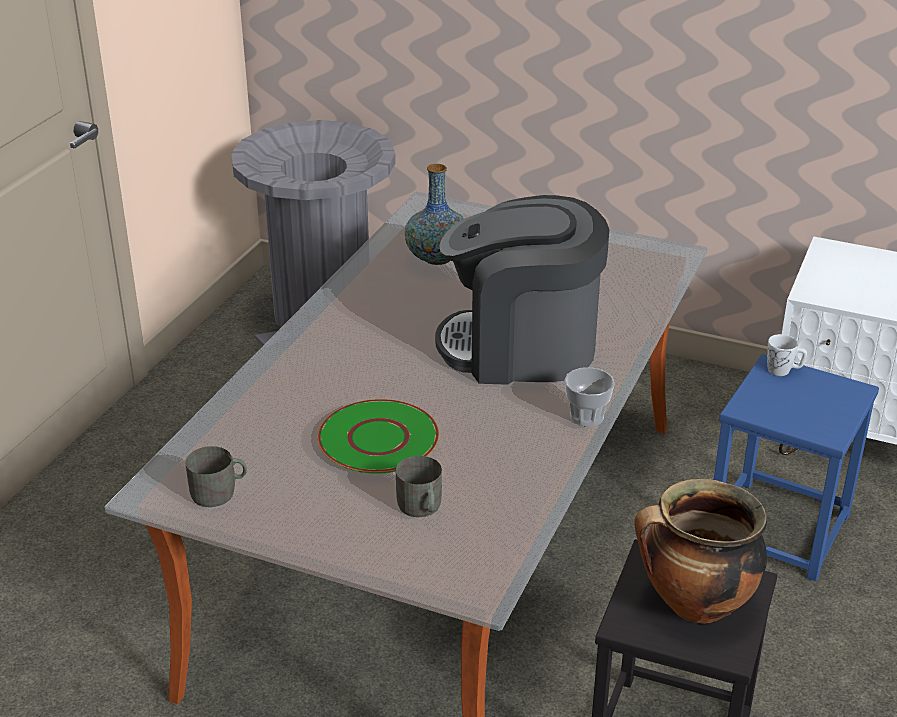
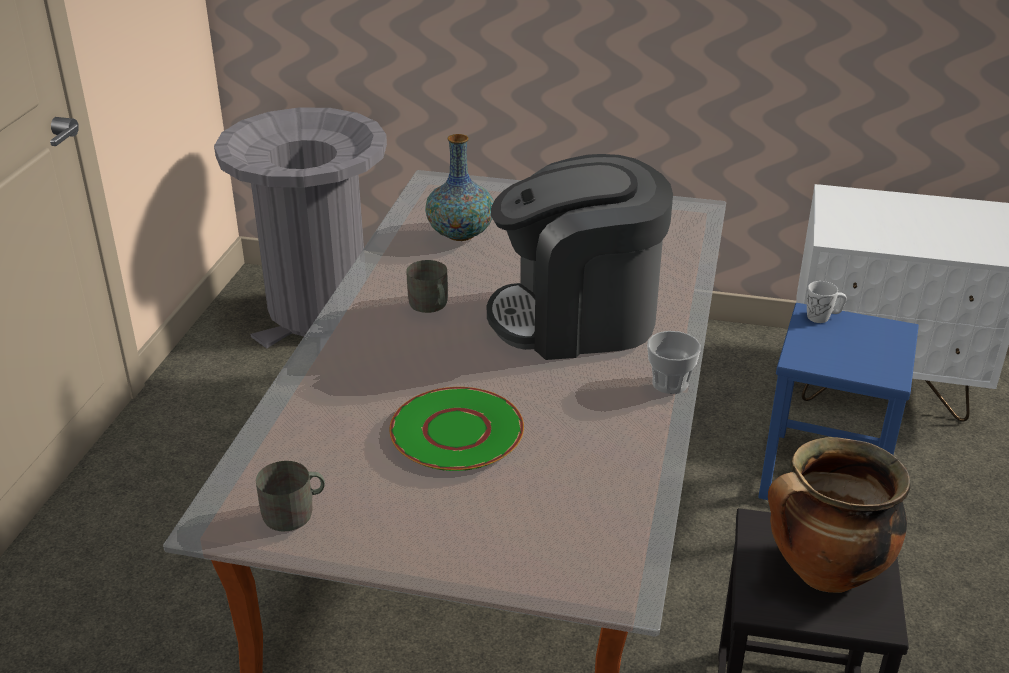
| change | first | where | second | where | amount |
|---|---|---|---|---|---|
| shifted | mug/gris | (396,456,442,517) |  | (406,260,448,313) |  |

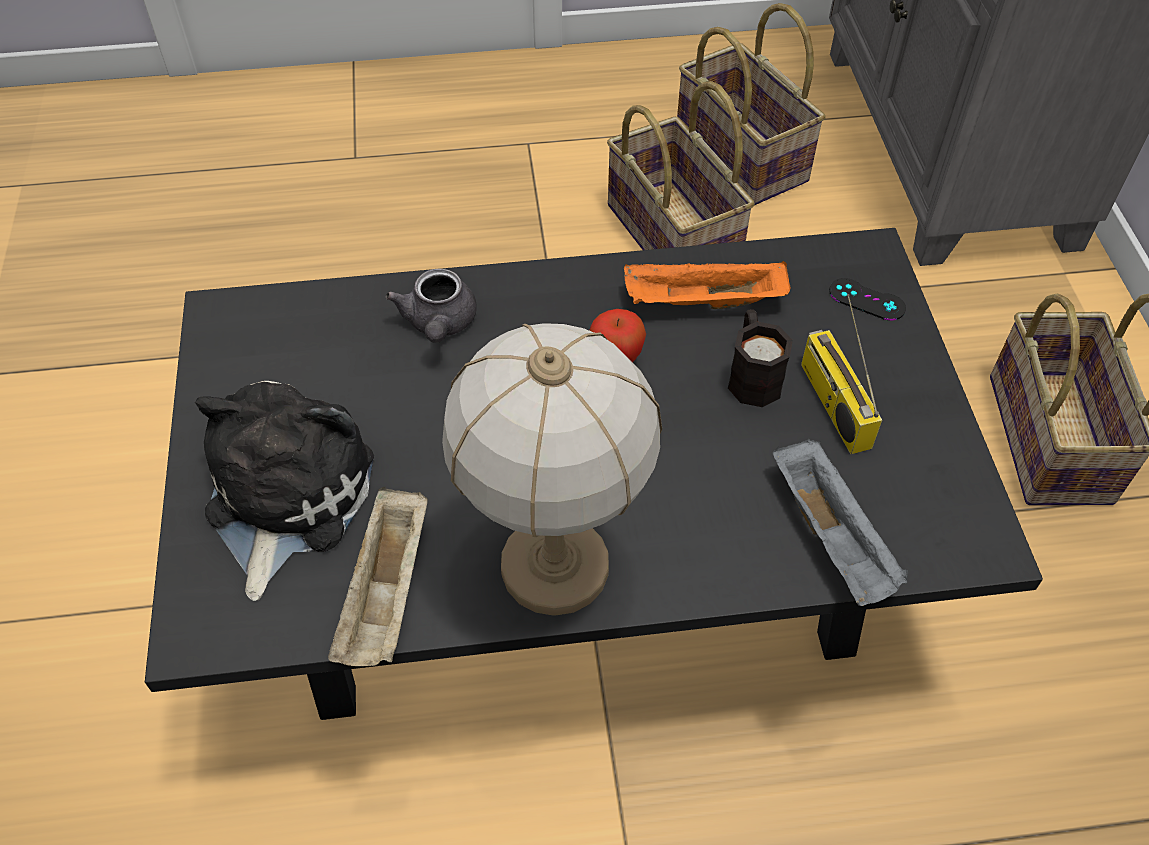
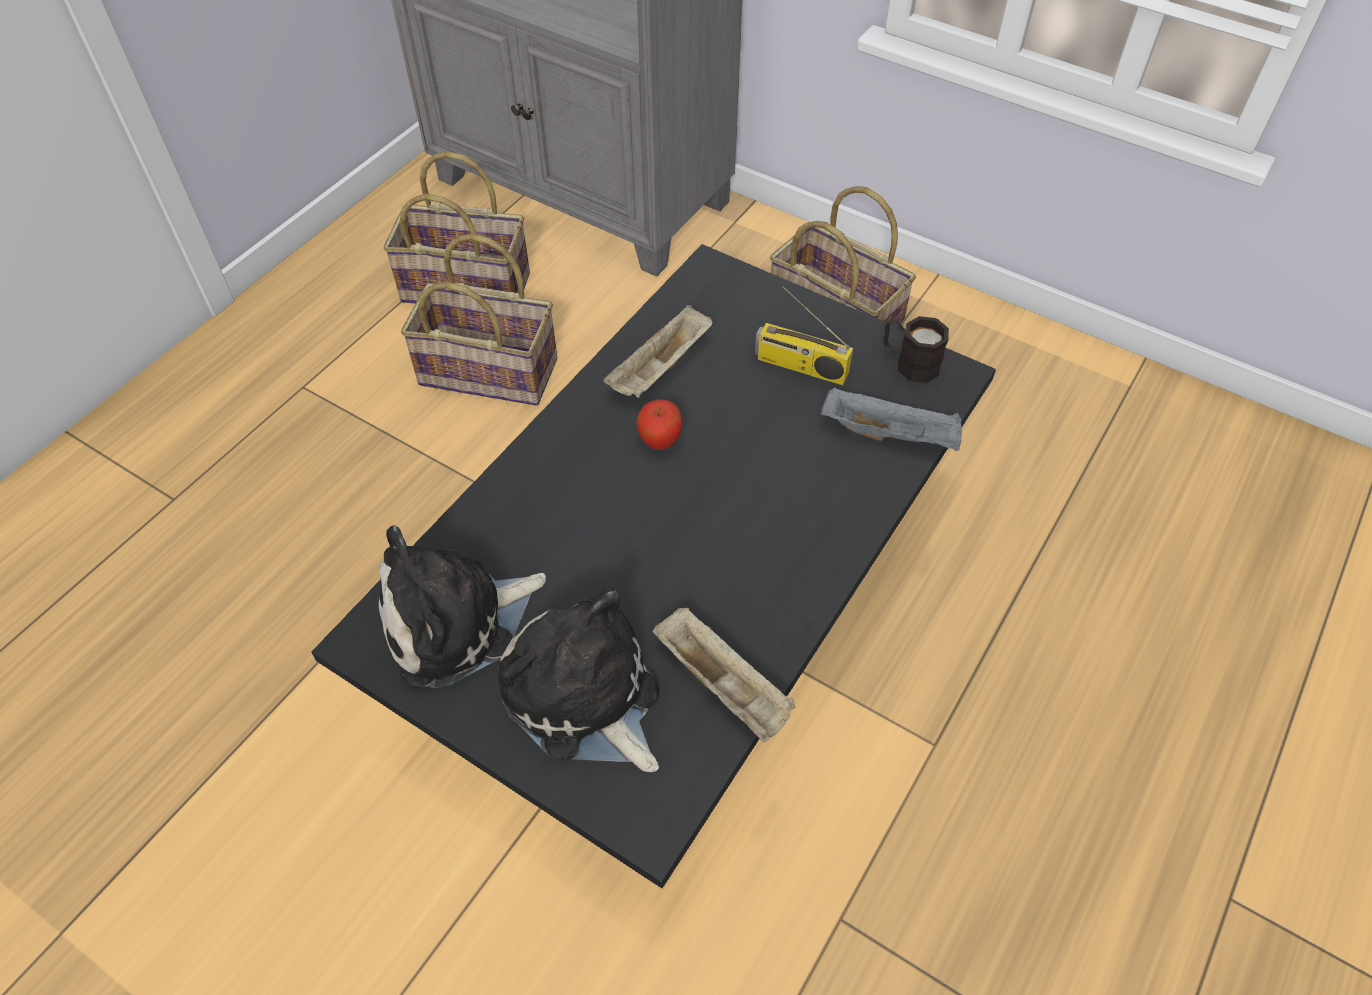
| change | first | where | second | where | amount |
|---|---|---|---|---|---|
| repainted | plateau/orange | (624,261,791,309) | plateau/beige | (603,305,713,398) |  |
| gone | théière/gris | (385,268,477,343) |  |  |  |
| gone | manette/noir | (829,278,906,321) |  |  |  |
| shifted | mug/noir | (728,309,793,407) |  | (884,316,949,383) |  |
| gone | lampe de table | (442,323,662,616) |  |  |  |
| new |  |  | peluche | (379,525,546,688) |  |

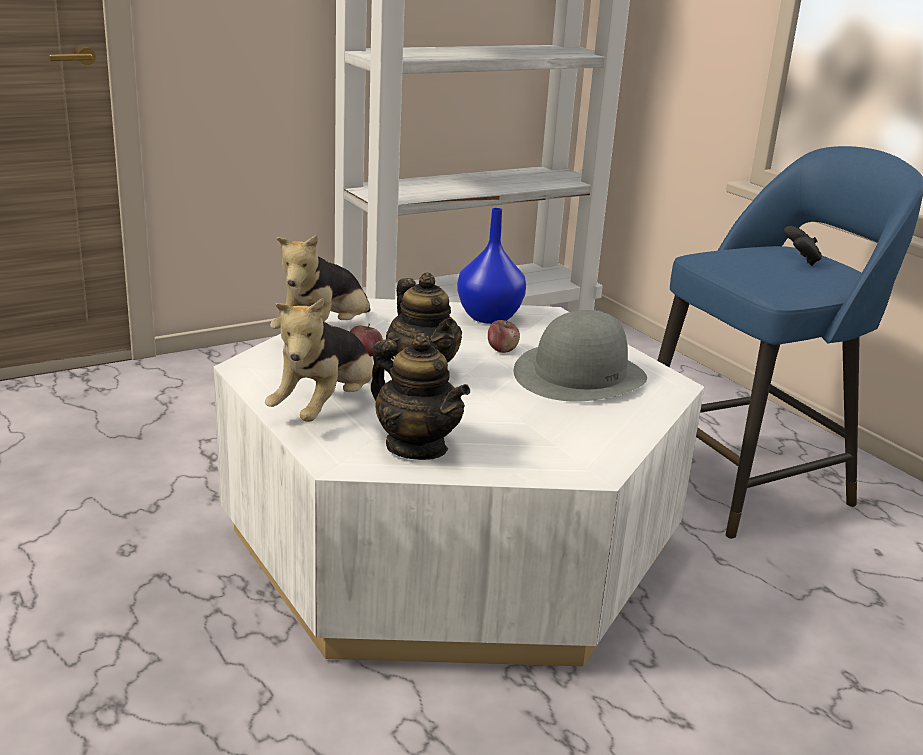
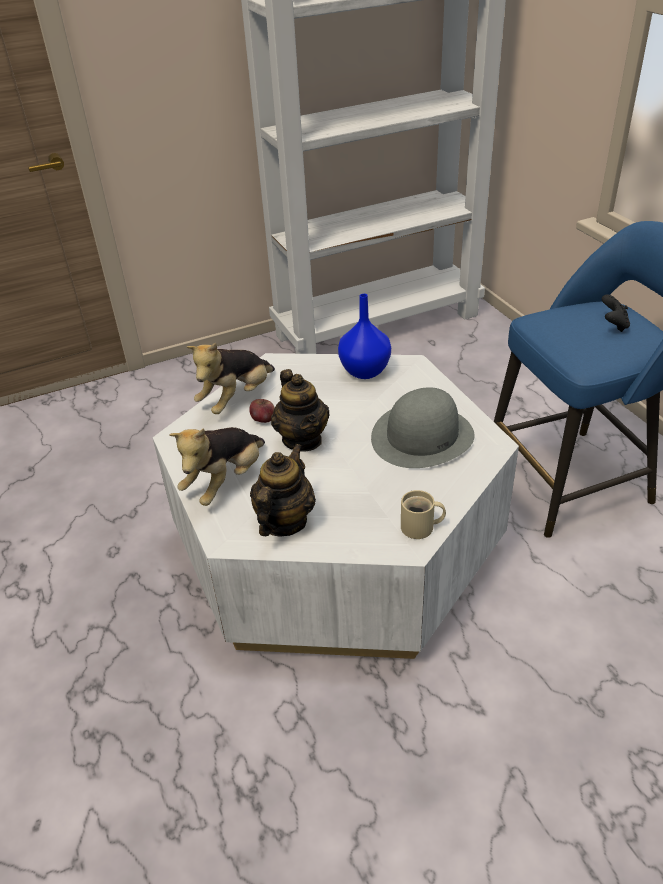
| change | first | where | second | where | amount |
|---|---|---|---|---|---|
| gone | pomme | (488,320,520,353) |  |  |  |
| rotated | théière | (371,333,470,460) |  | (250,444,316,536) | 120 degrees counterclockwise |
| new |  |  | mug/beige | (401,490,446,539) |  |

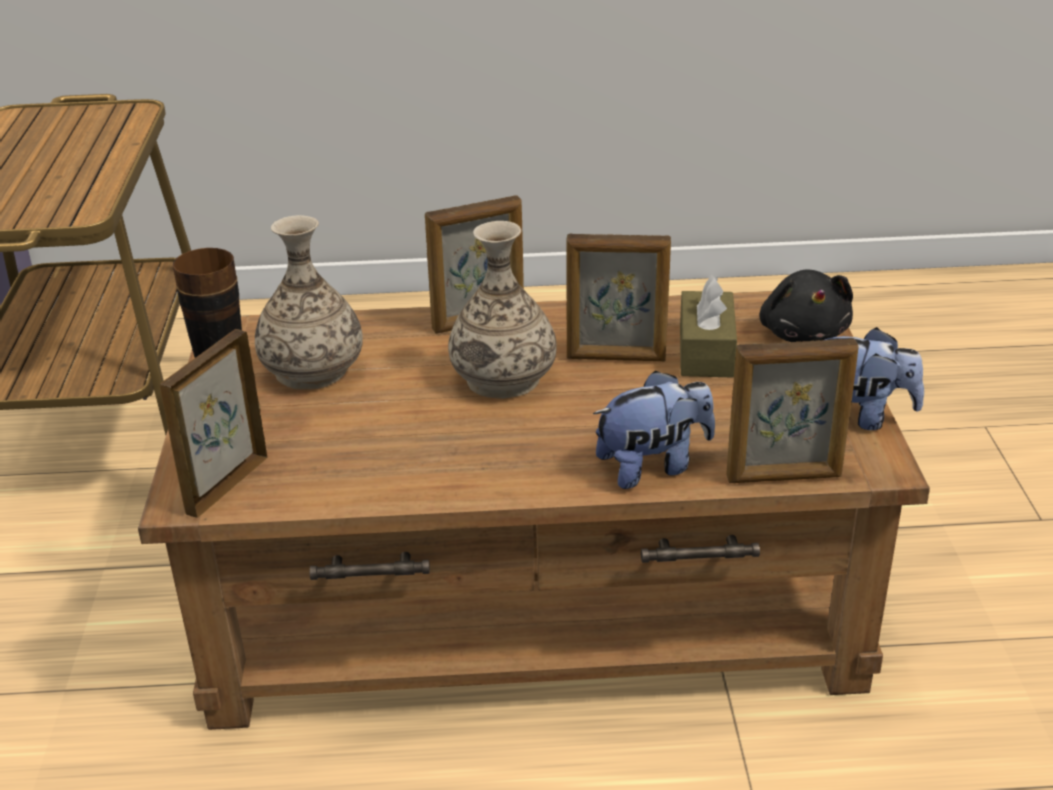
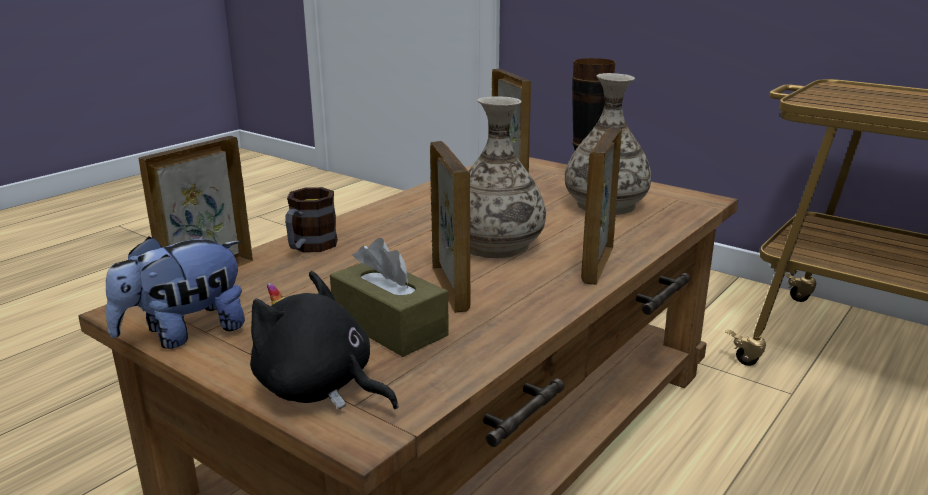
| change | first | where | second | where | amount |
|---|---|---|---|---|---|
| rotated | cadre photo | (566,234,671,361) |  | (430,141,471,313) | 120 degrees clockwise |
| swapped | peluche | (593,370,715,489) | mug | (285,187,338,252) |  |

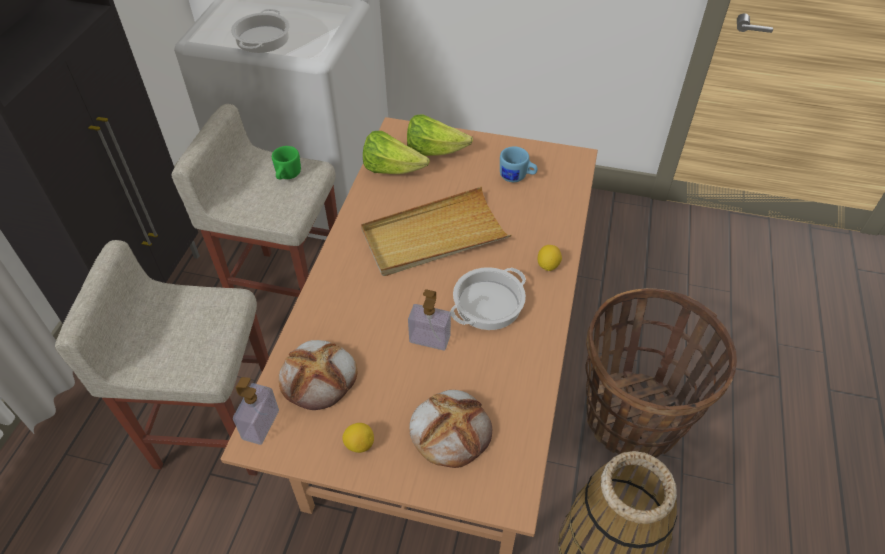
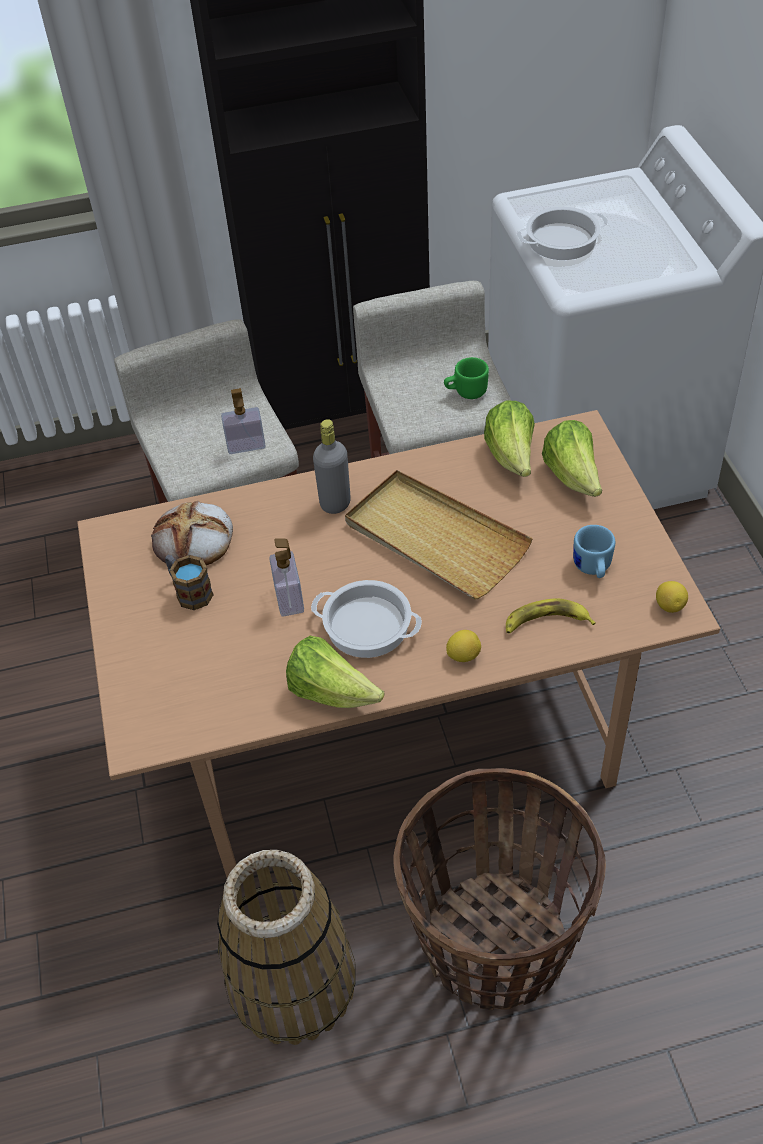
| change | first | where | second | where | amount |
|---|---|---|---|---|---|
| shifted | distributeur de savon | (233,377,279,445) |  | (221,388,266,454) |  |
| gone | pain | (409,390,492,468) |  |  |  |
| shifted | citron | (342,423,374,453) |  | (656,581,688,613) |  |
| new |  |  | bouteille/gris | (313,419,351,514) |  |
| new |  |  | mug | (165,555,214,610) |  |
| new |  |  | banane | (506,599,596,634) |  |
| new |  |  | laitue | (286,636,384,708) |  |

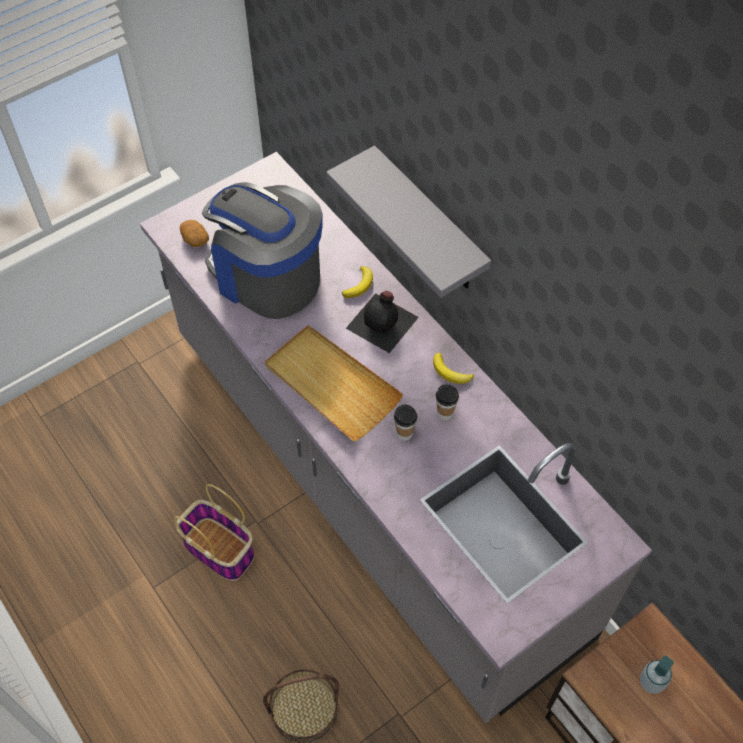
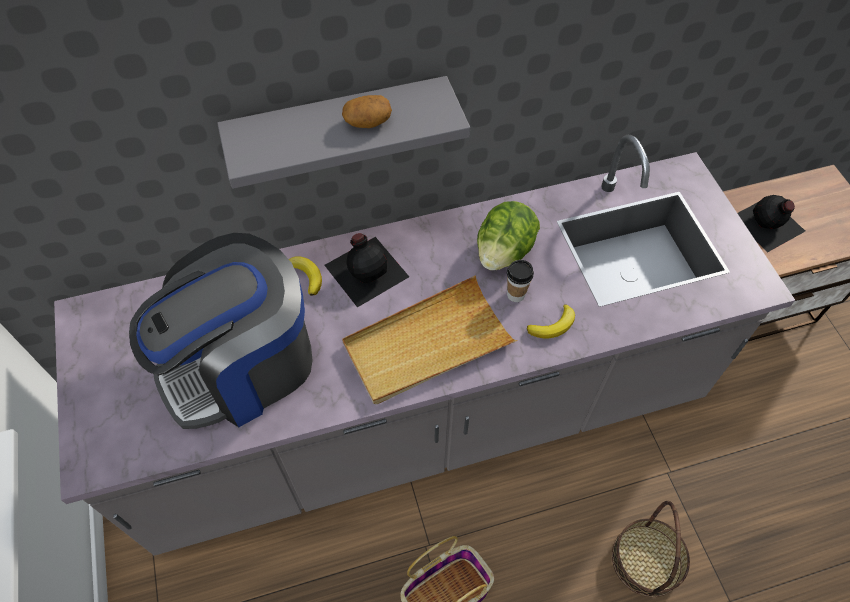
| change | first | where | second | where | amount |
|---|---|---|---|---|---|
| shifted | pomme de terre | (180,220,209,247) |  | (342,95,392,128) |  |
| shifted | banane | (433,353,474,384) |  | (527,304,575,338) |  |
| swapped | tasse | (436,384,459,420) | laitue | (477,201,540,270) |  |
| swapped | distributeur de savon | (640,656,674,694) | bouteille/noir | (737,195,805,252) |  |

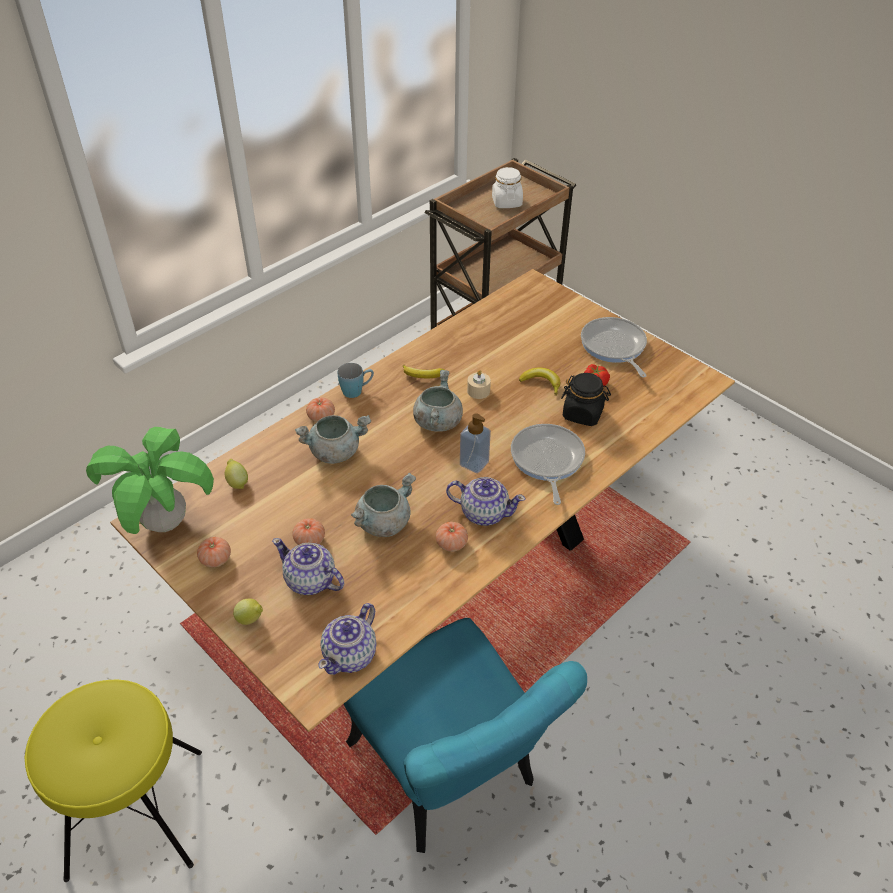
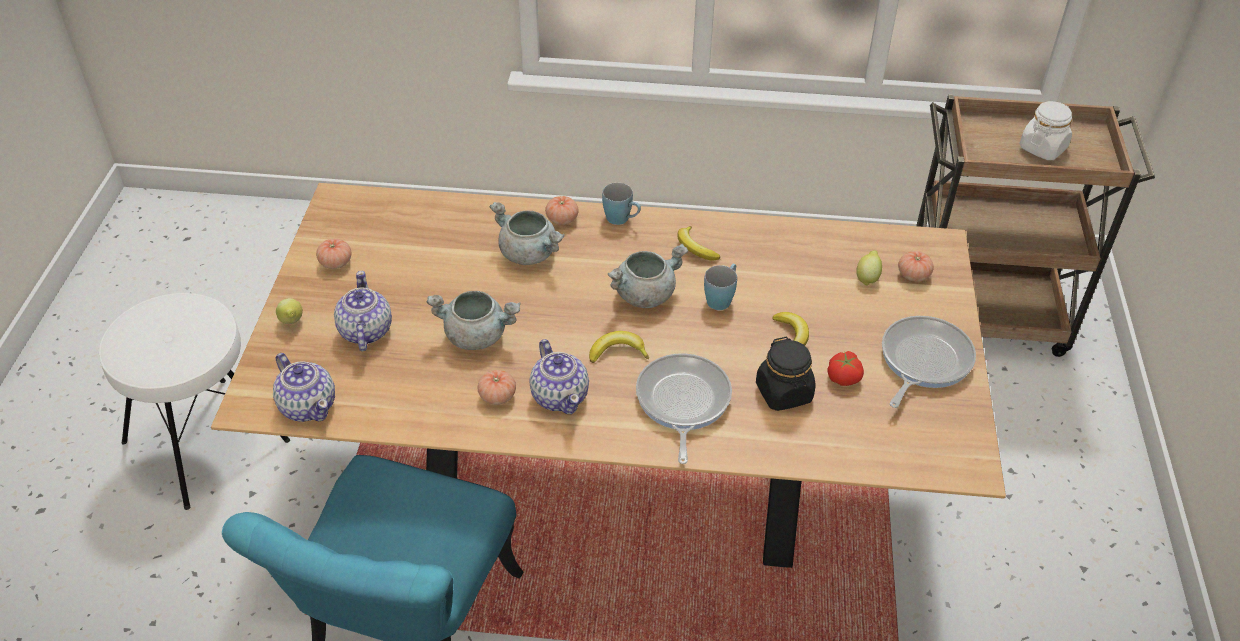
| change | first | where | second | where | amount |
|---|---|---|---|---|---|
| swapped | bougie/beige | (467,370,491,399) | mug/bleu | (704,264,737,310) |  |
| swapped | distributeur de savon | (460,413,491,473) | banane | (589,331,649,363) |  |
| rotated | poêle | (511,424,585,505) |  | (636,353,732,464) | 45 degrees counterclockwise |
| gone | plante en pot | (86,427,214,534) |  |  |  |
| shifted | citron | (225,459,248,489) |  | (856,250,882,286) |  |
| shifted | tomate | (292,518,325,545) |  | (898,251,934,282) |  |
| rotated | théière | (318,603,377,675) |  | (273,353,335,422) | 120 degrees counterclockwise |
| repainted | tabouret/jaune | (25,679,202,882) | tabouret/blanc | (99,293,290,510) |  |

